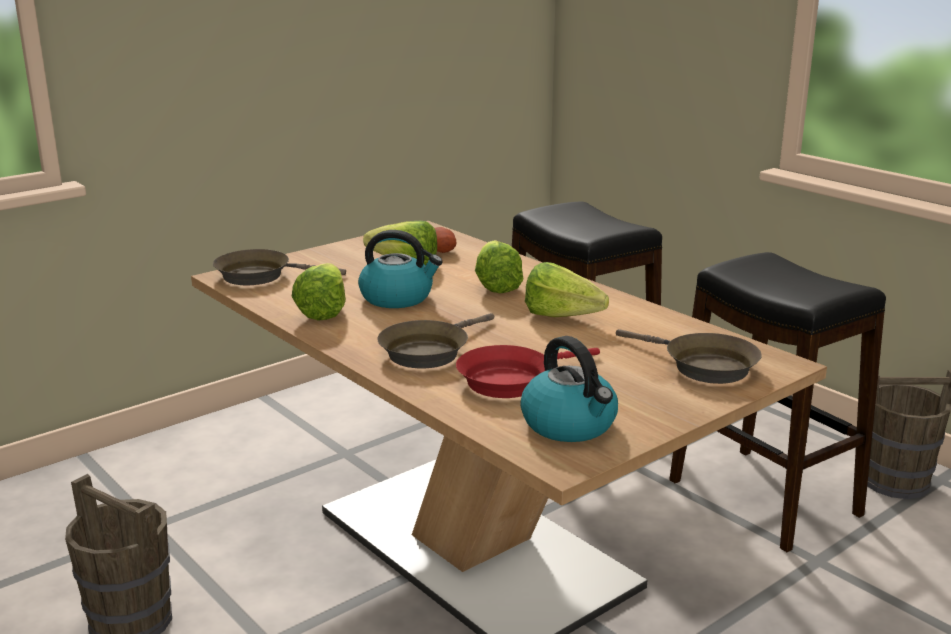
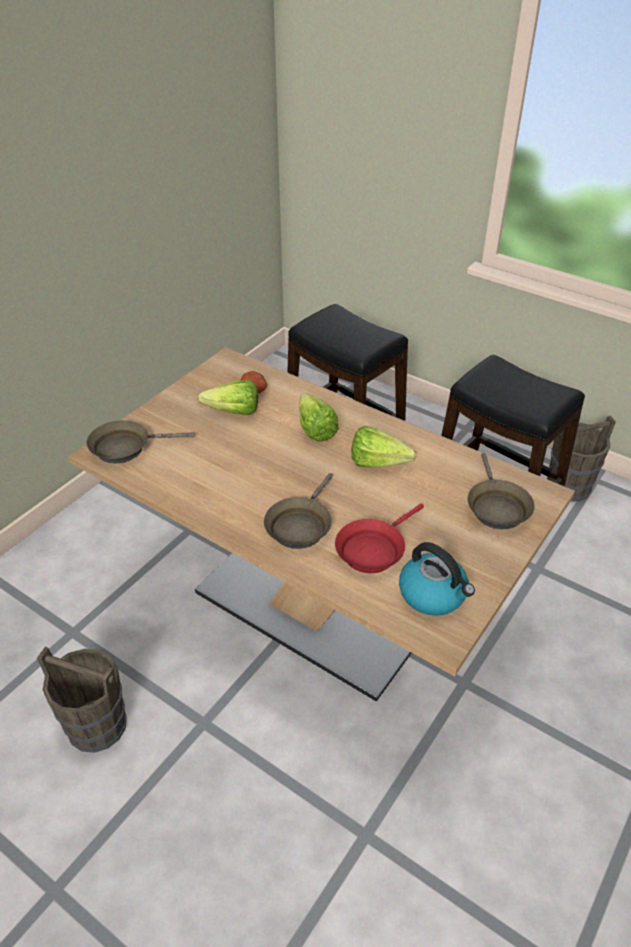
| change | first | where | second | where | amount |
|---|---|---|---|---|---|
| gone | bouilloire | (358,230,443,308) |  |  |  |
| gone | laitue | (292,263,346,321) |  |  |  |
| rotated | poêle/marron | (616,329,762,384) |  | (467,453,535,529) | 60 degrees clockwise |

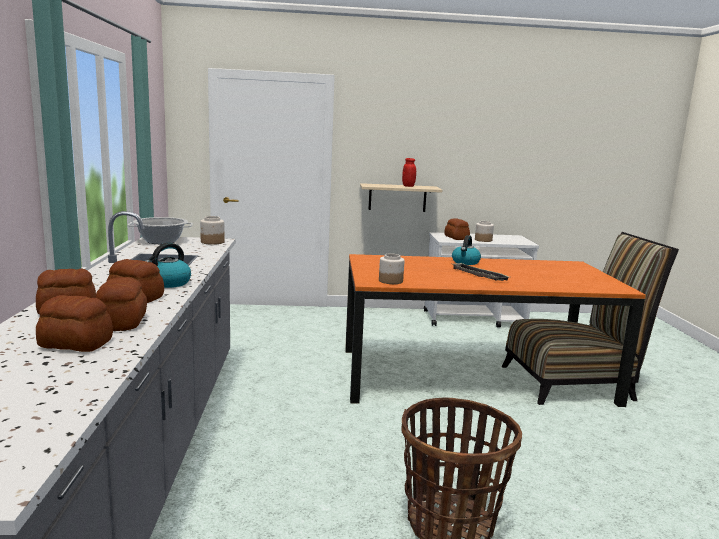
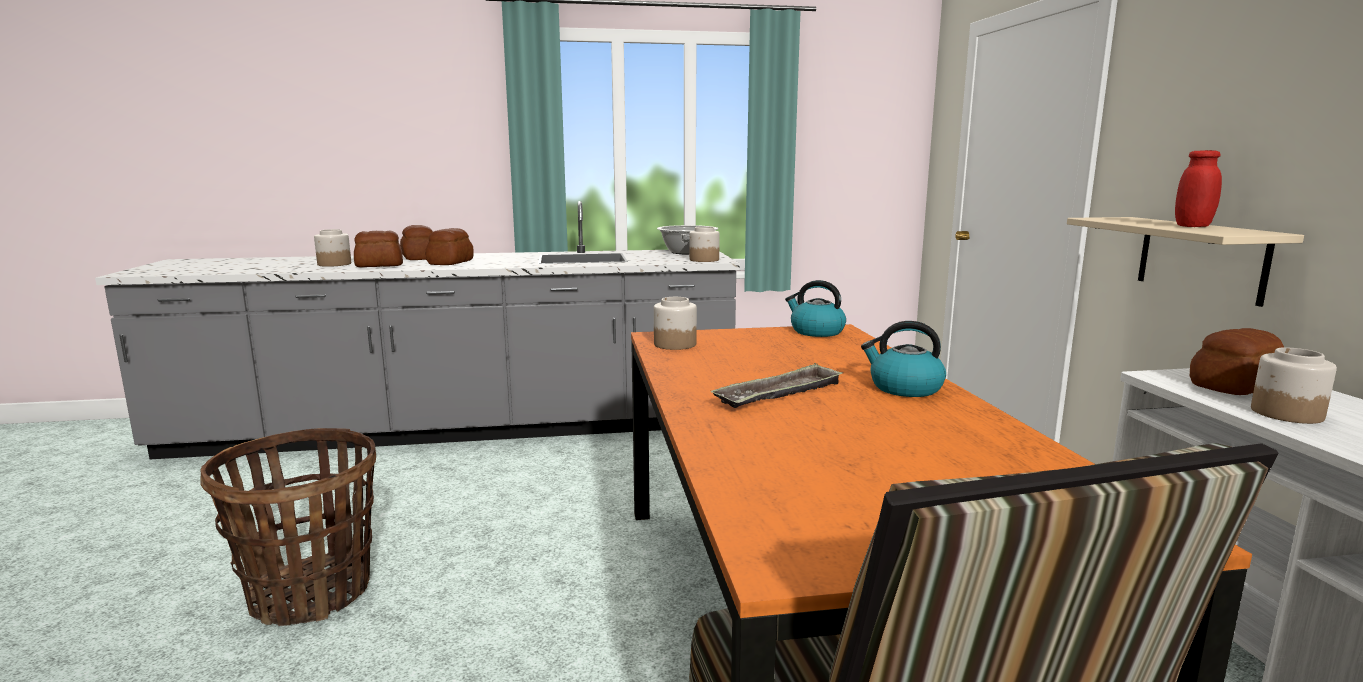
| change | first | where | second | where | amount |
|---|---|---|---|---|---|
| shifted | bouilloire | (145,243,191,288) |  | (785,280,846,337) |  |
| swapped | pain | (36,295,113,352) | bocal | (314,229,351,267) |  |

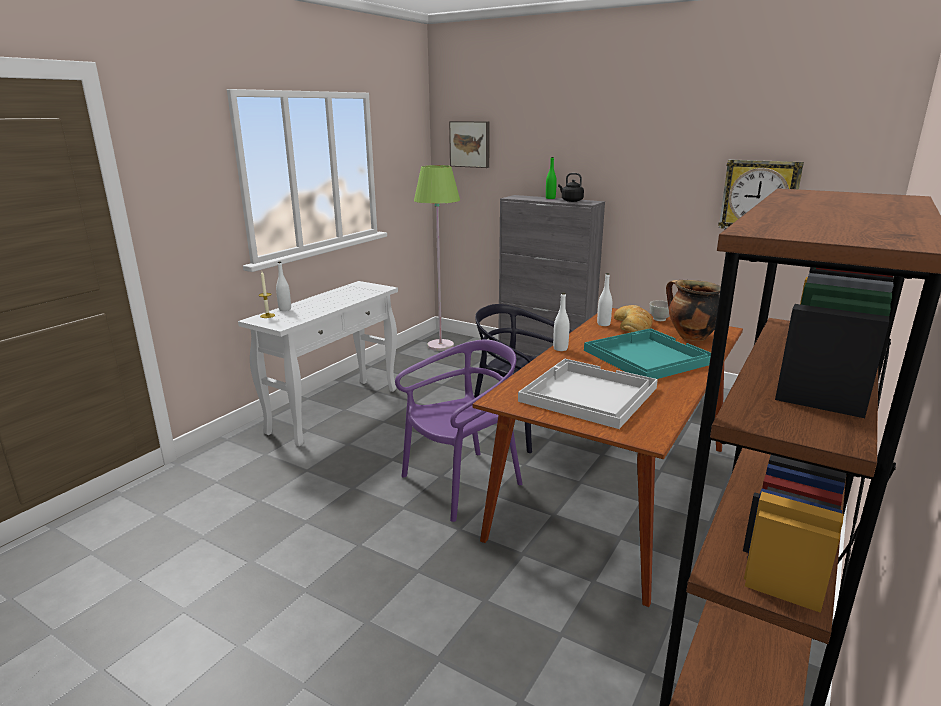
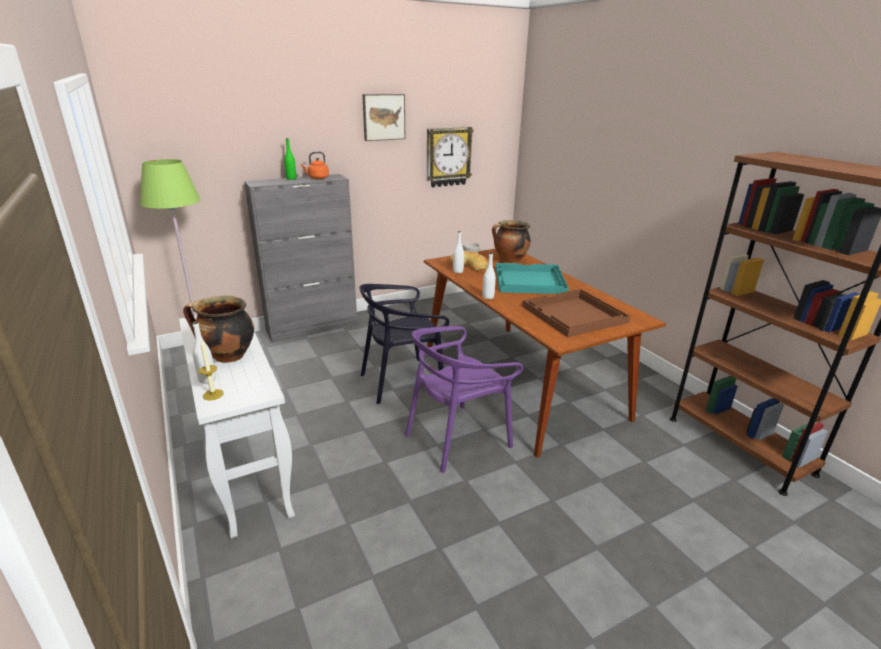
| change | first | where | second | where | amount |
|---|---|---|---|---|---|
| shifted | tableau | (449,121,490,168) |  | (362,94,405,141) |  |
| repainted | bouilloire/noir | (558,173,584,202) | bouilloire/orange | (301,152,329,179) |  |
| rotated | chaise/violet | (395,340,522,522) |  | (405,326,523,473) | 120 degrees counterclockwise |
| repainted | plateau/blanc | (518,359,658,429) | plateau/marron | (522,289,630,337) |  |
| new |  |  | marmite | (183,296,254,363) |  |

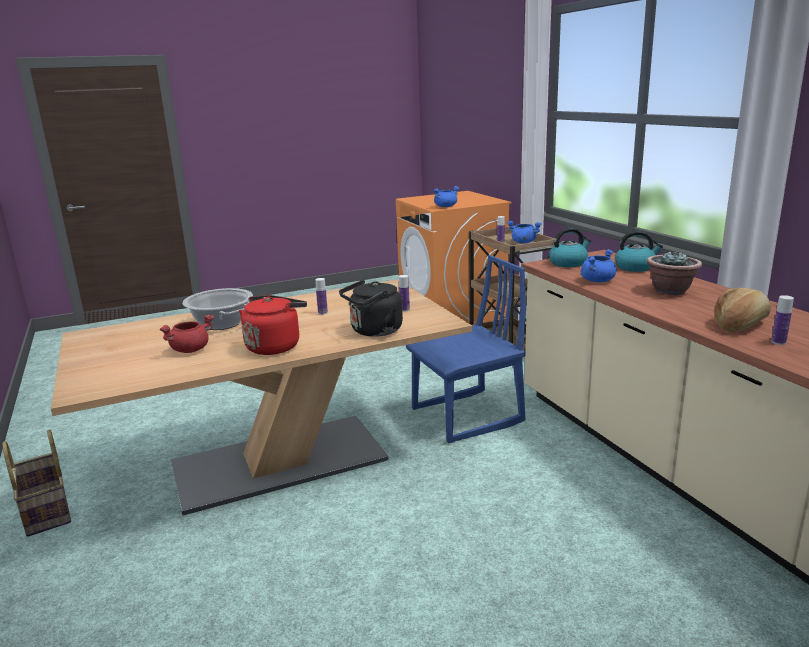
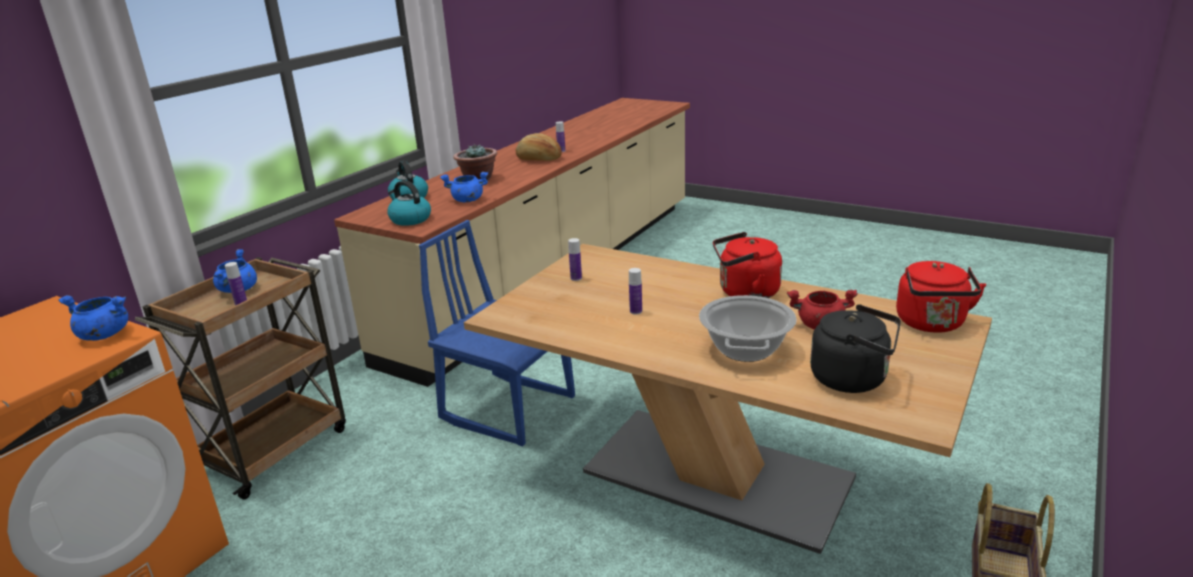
| change | first | where | second | where | amount |
|---|---|---|---|---|---|
| shifted | bouilloire/noir | (339,280,403,337) |  | (810,304,901,393) |  |
| new |  |  | bouilloire/rouge | (896,261,986,333) |  |

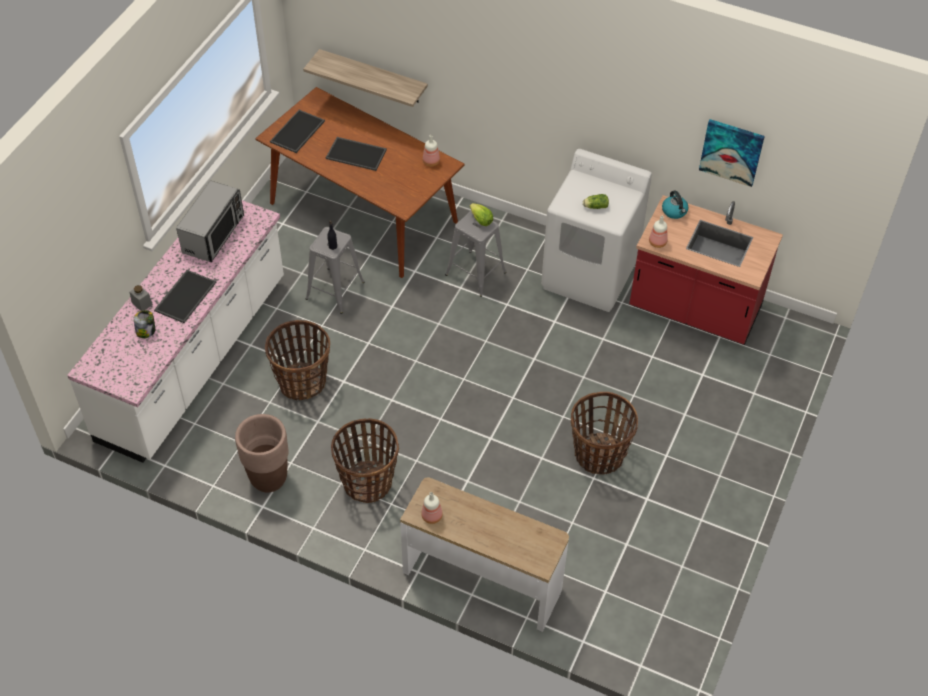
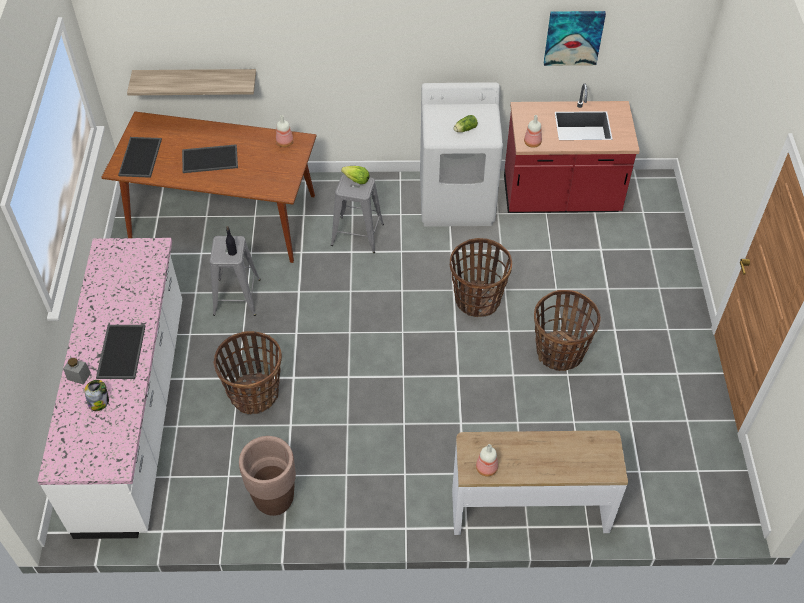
| change | first | where | second | where | amount |
|---|---|---|---|---|---|
| gone | micro-ondes | (176,181,244,262) |  |  |  |
| gone | bouilloire | (662,190,688,219) |  |  |  |
| shifted | panier | (331,418,399,503) |  | (450,238,512,317) |  |

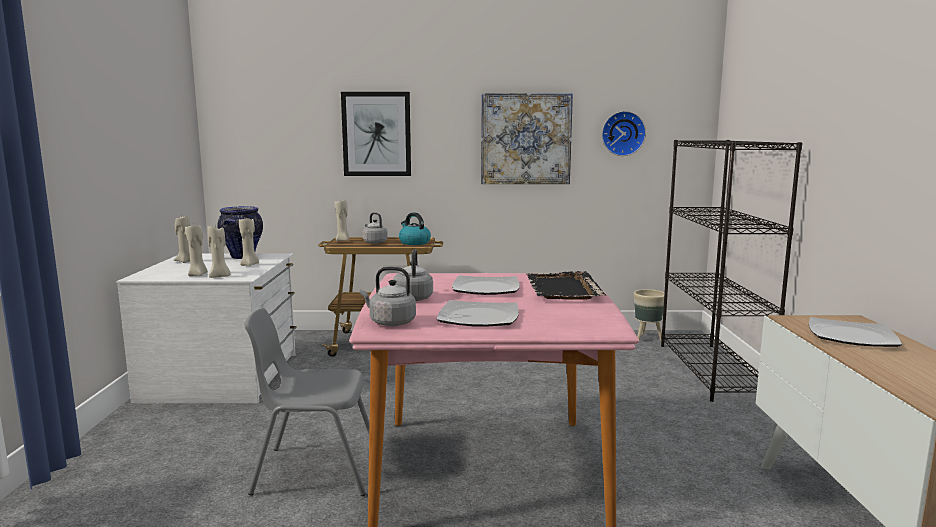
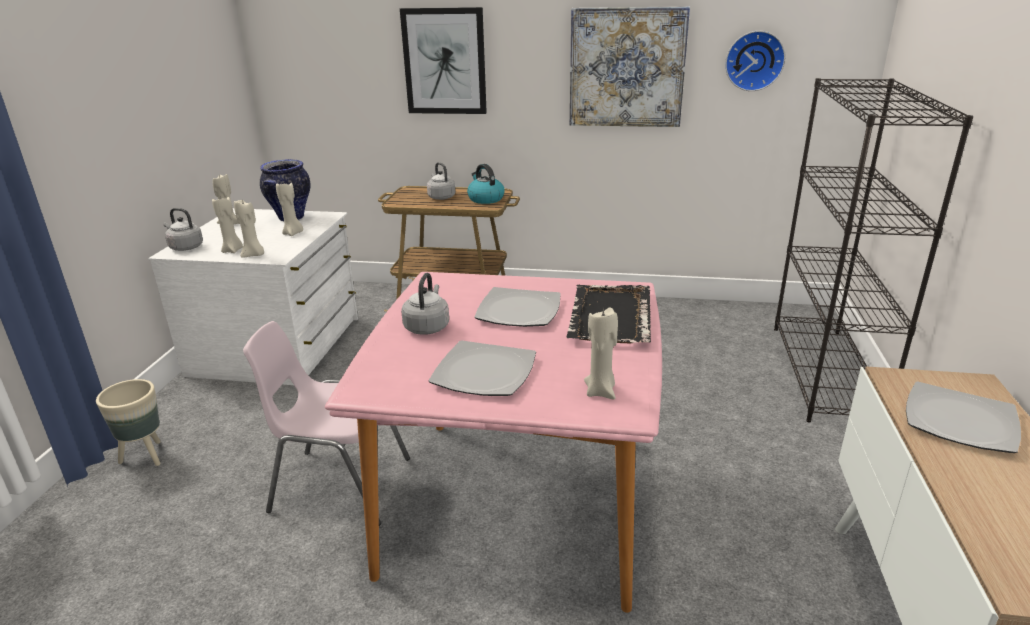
| change | first | where | second | where | amount |
|---|---|---|---|---|---|
| shifted | bougie/beige | (335,200,349,241) |  | (584,306,618,400) |  |
| shifted | bouilloire/gris | (360,267,416,326) |  | (164,208,203,251) |  |
| shifted | cache-pot/beige | (634,289,665,341) |  | (96,379,161,466) |  |
| repainted | chaise/gris | (244,308,369,496) | chaise/rose | (243,321,410,526) |  |

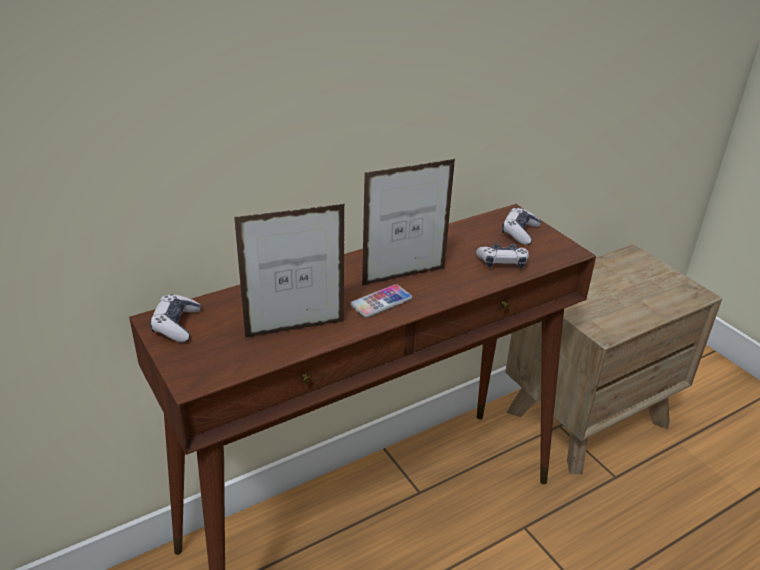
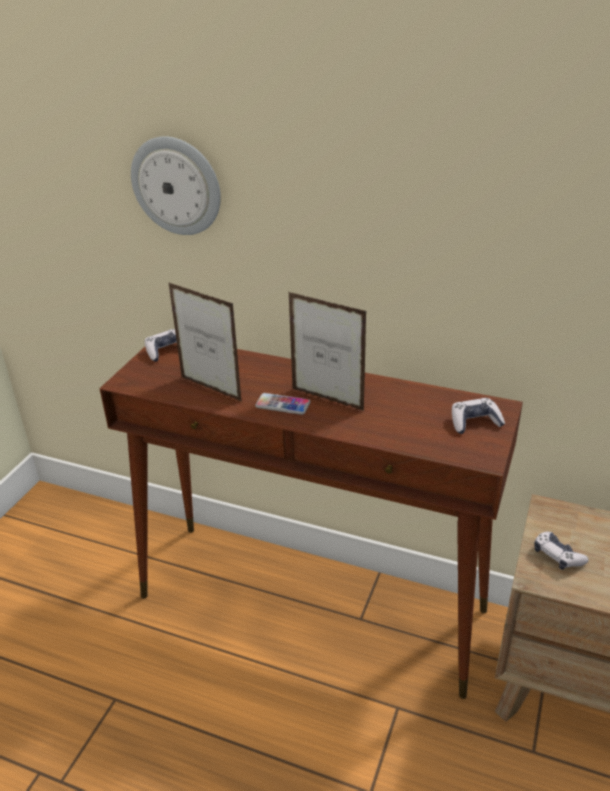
| change | first | where | second | where | amount |
|---|---|---|---|---|---|
| shifted | manette | (476,243,529,268) |  | (534,532,589,570) |  |
| new |  |  | horloge murale | (131,136,221,235) |  |

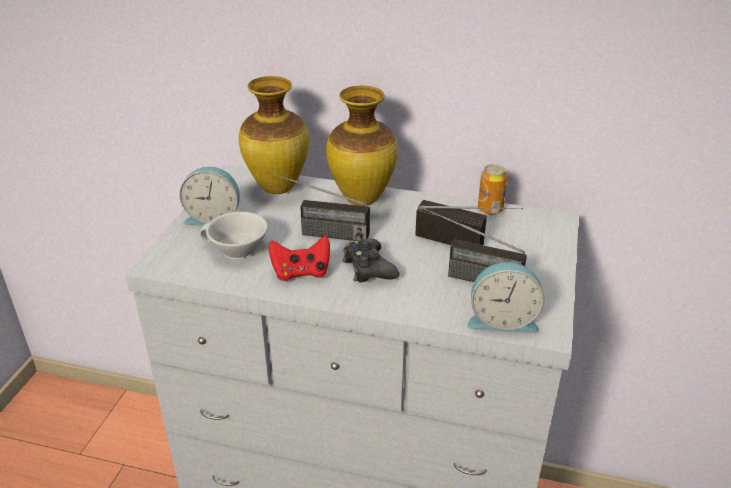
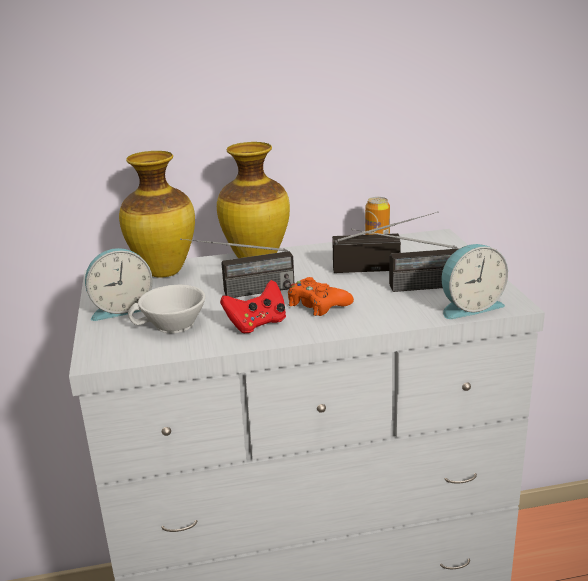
| change | first | where | second | where | amount |
|---|---|---|---|---|---|
| repainted | manette/noir | (343,239,399,283) | manette/orange | (288,277,354,316) |  |

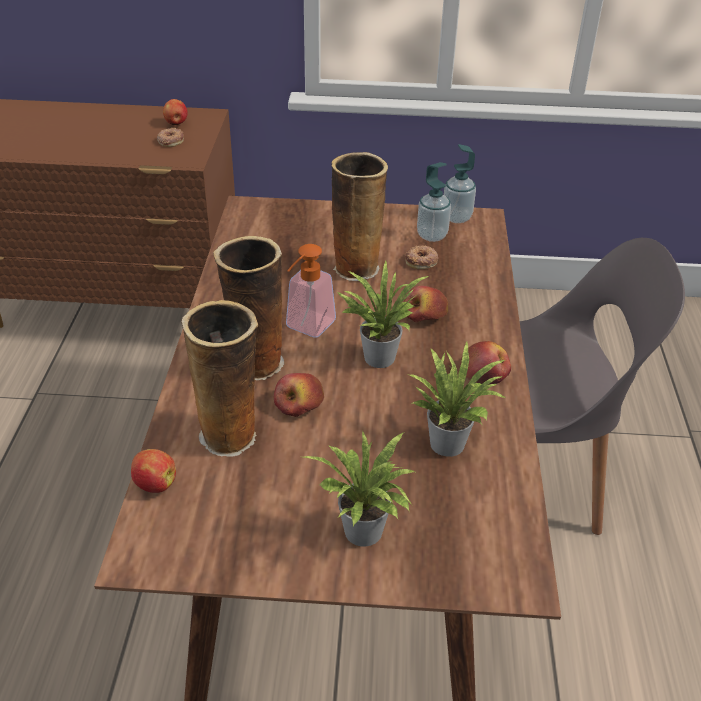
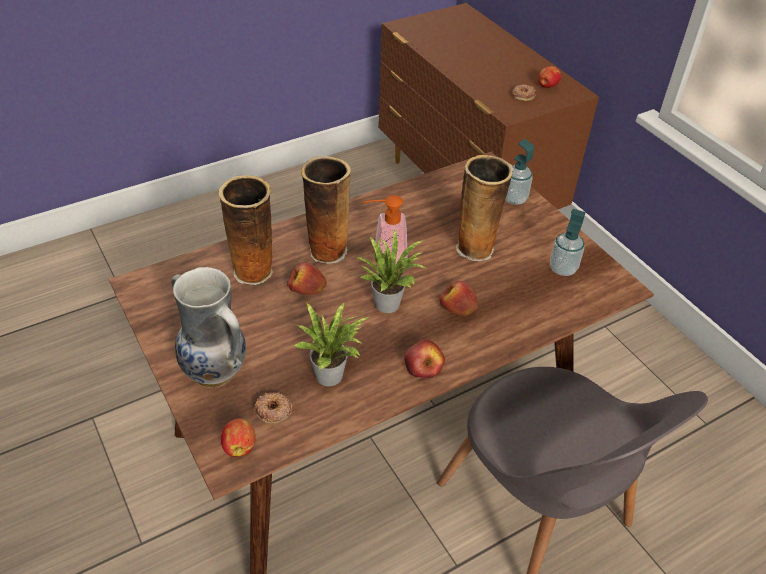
| change | first | where | second | where | amount |
|---|---|---|---|---|---|
| shifted | distributeur de savon | (444,144,476,223) |  | (505,139,534,205) |  |
| shifted | beignet | (405,246,438,269) |  | (254,392,293,424) |  |
| swapped | plante en pot | (303,430,415,547) | vase | (171,267,246,387) |  |
| shifted | pomme | (131,449,176,493) |  | (221,418,256,457) |  |

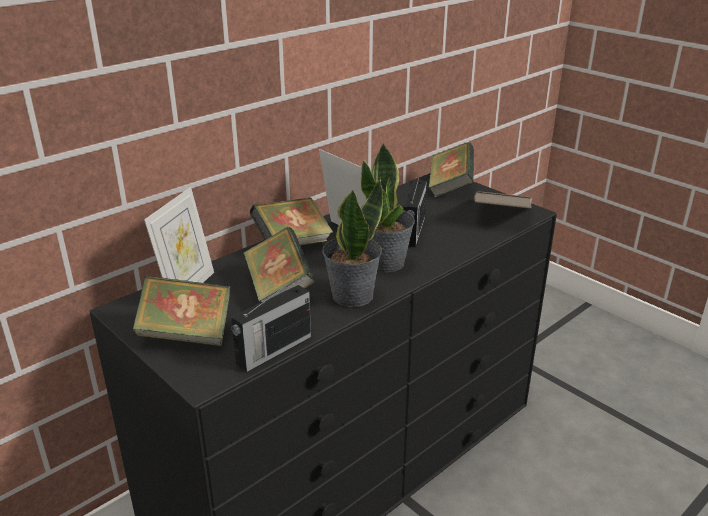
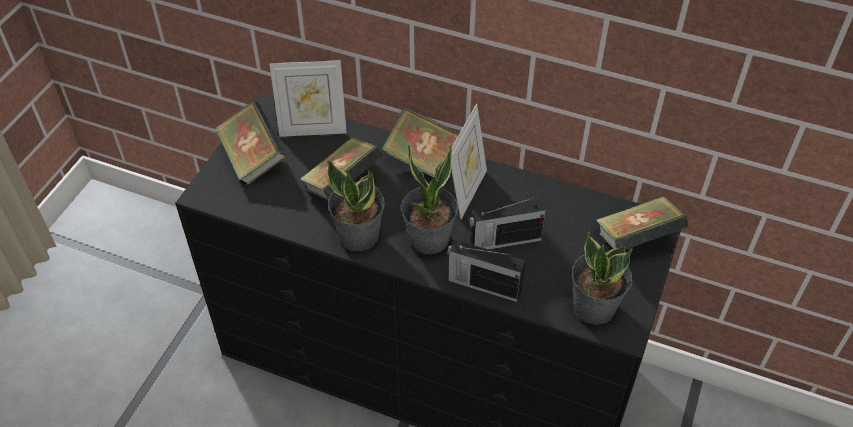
| change | first | where | second | where | amount |
|---|---|---|---|---|---|
| swapped | livre/marron | (474,192,533,209) | plante en pot | (572,231,633,325) |  |
| shifted | radio | (231,280,311,372) |  | (447,240,526,302) |  |

